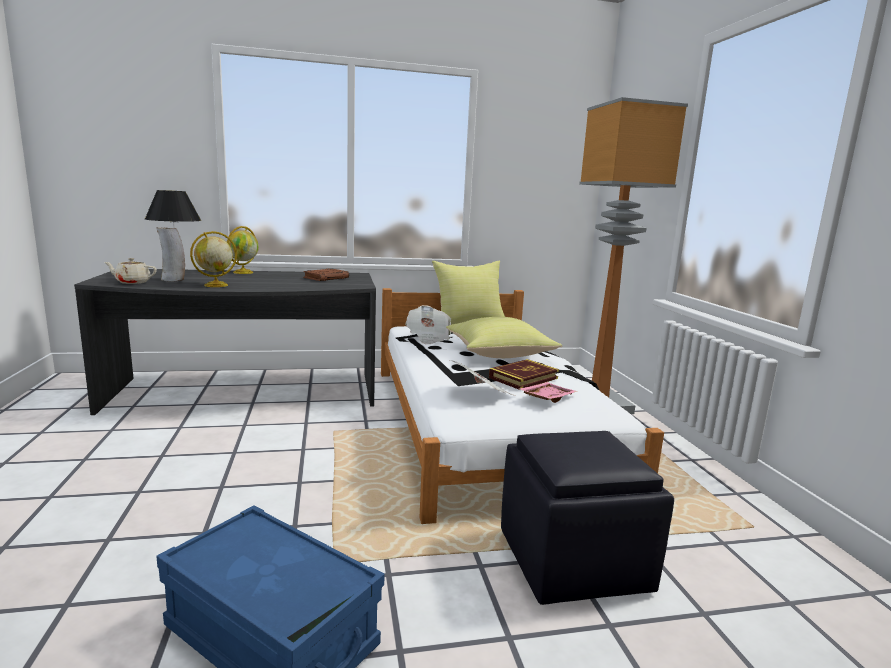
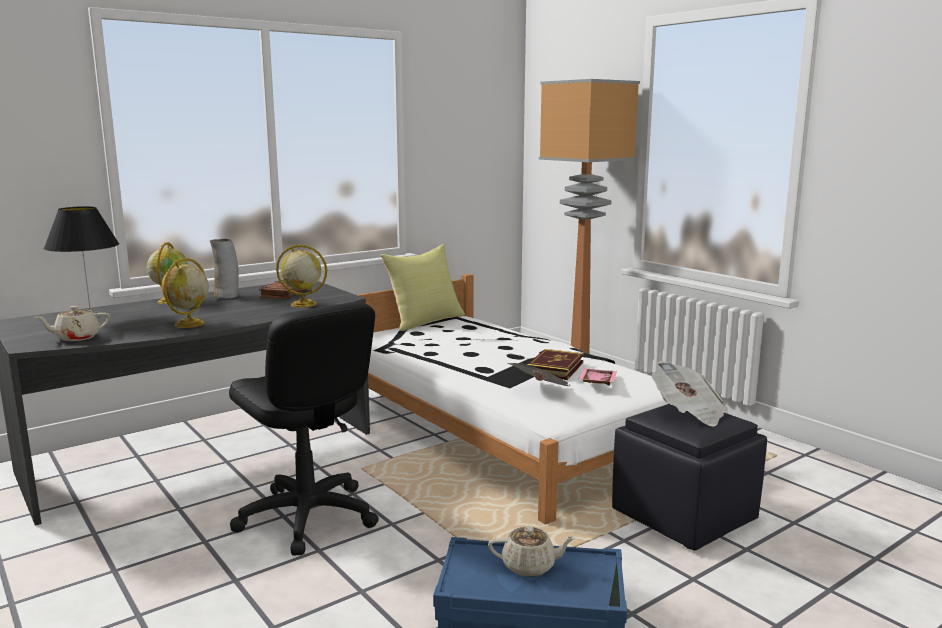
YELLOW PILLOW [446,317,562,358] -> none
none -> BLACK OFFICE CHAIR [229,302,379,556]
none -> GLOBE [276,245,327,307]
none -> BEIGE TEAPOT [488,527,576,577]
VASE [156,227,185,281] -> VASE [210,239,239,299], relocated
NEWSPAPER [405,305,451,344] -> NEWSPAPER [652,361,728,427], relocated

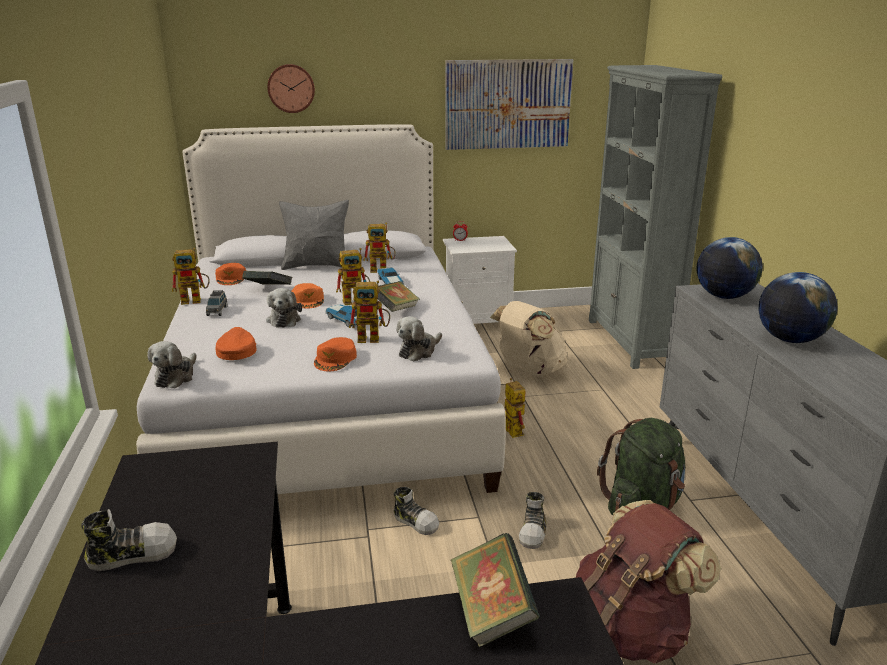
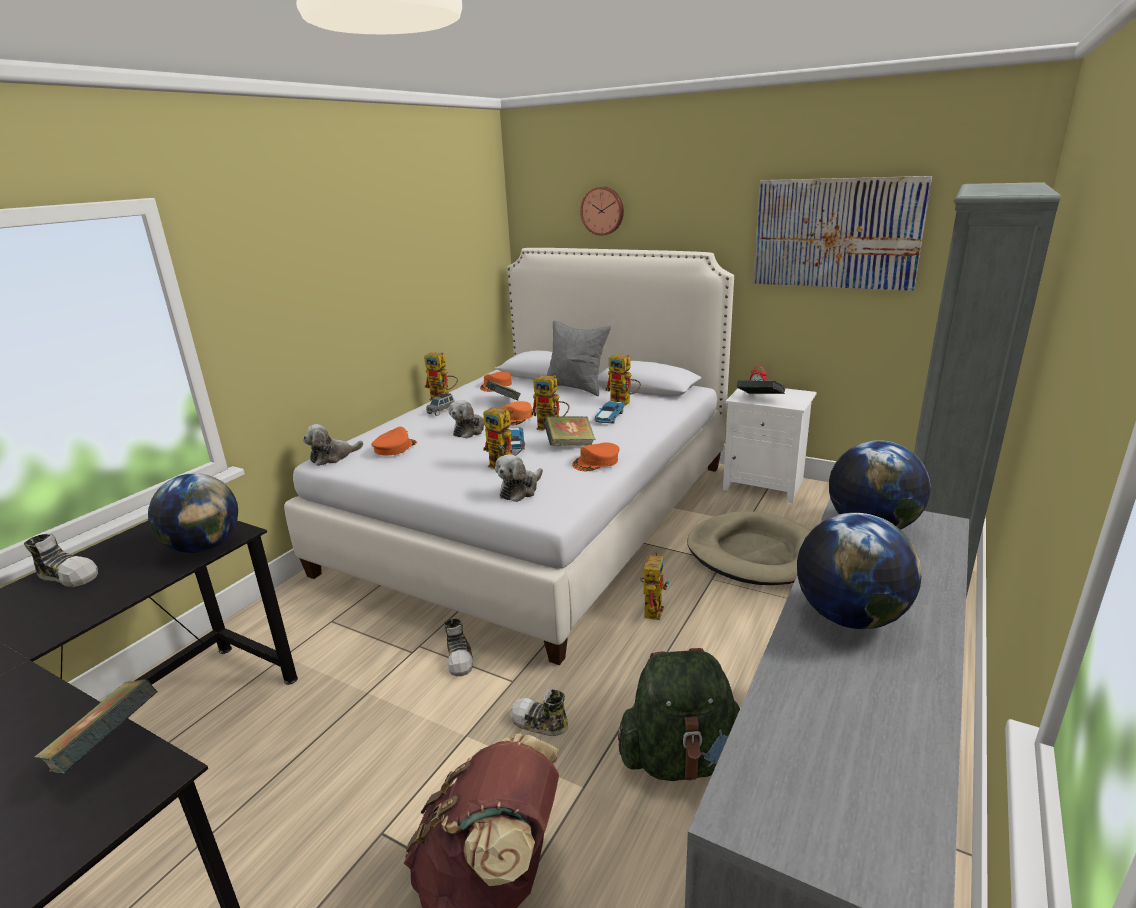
none -> GLOBE [148,473,238,553]
none -> BOOK [737,380,786,394]
ORANGE CAP [314,337,357,371] -> ORANGE CAP [572,442,619,471], relocated
BEIGE BACKPACK [490,301,568,376] -> BEIGE DOG BED [687,511,812,585]
PLUSH TOY [396,316,442,362] -> PLUSH TOY [495,454,543,502], 45 degrees counterclockwise
SHOE [519,492,547,549] -> SHOE [510,689,568,736], 60 degrees clockwise

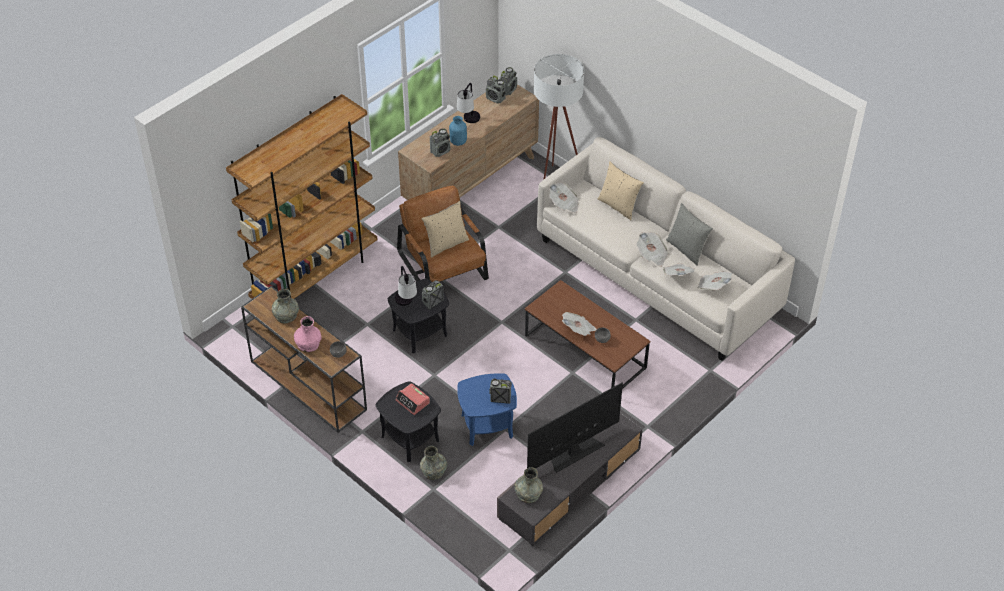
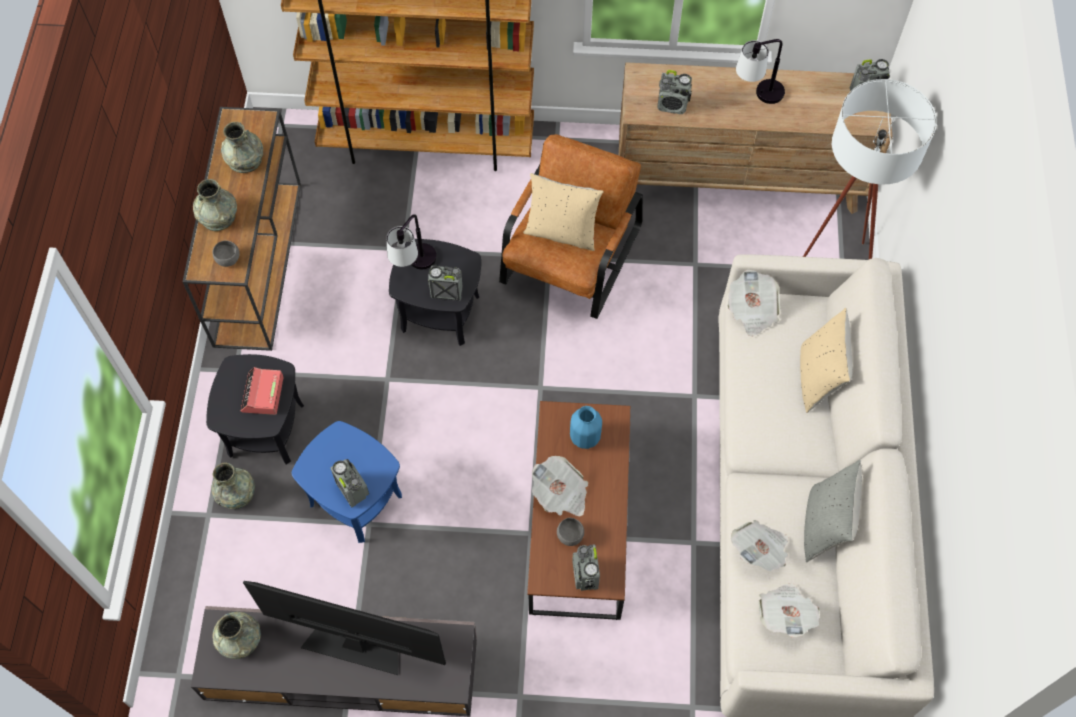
NEWSPAPER [637,232,669,267] -> none
BLUE VASE [449,116,467,146] -> BLUE VASE [570,406,602,449], relocated
RADIO [486,75,506,103] -> RADIO [572,544,600,591], relocated
PINK VASE [294,316,322,352] -> GREY VASE [193,179,237,231]

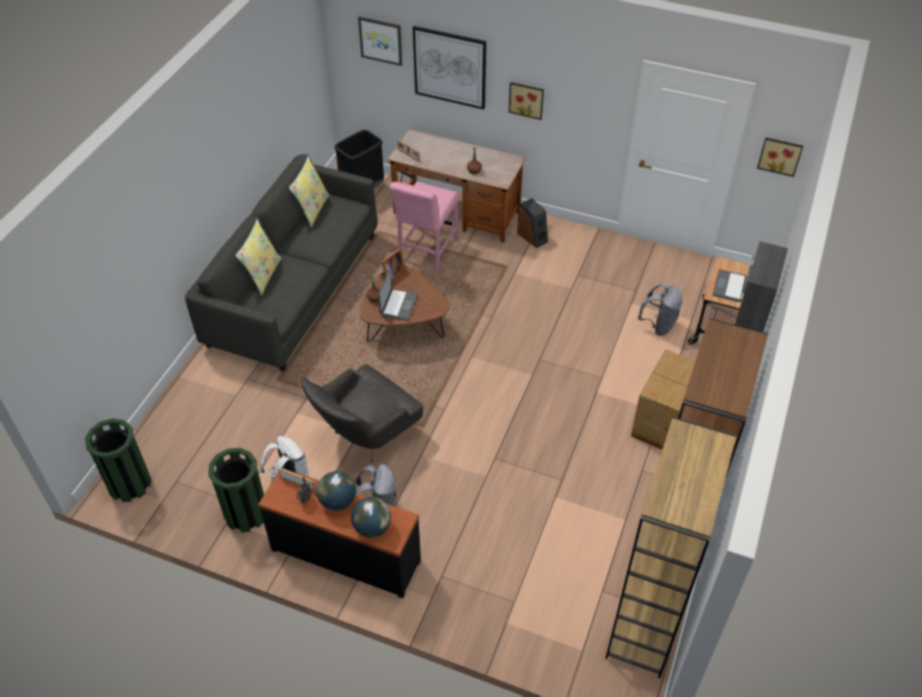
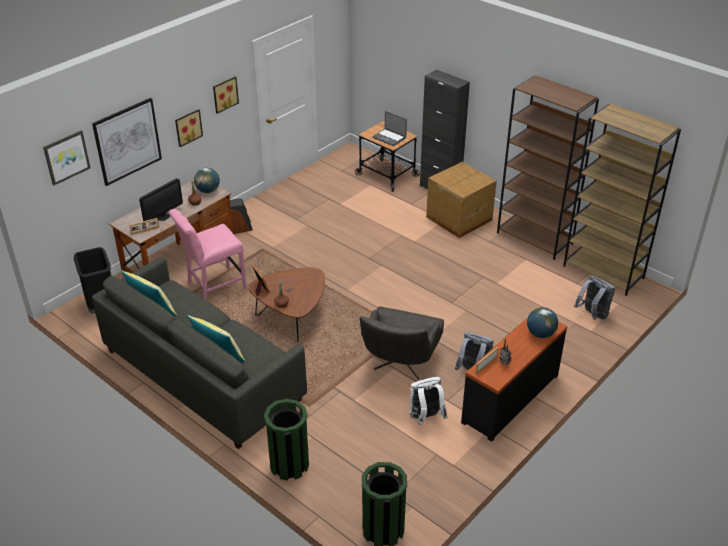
LAPTOP [378,269,418,321] -> none
none -> MONITOR [139,178,183,221]
GREEN TRASH CAN [208,448,264,532] -> GREEN TRASH CAN [264,399,309,481], relocated
GLOBE [317,471,356,511] -> GLOBE [194,168,220,193], relocated
GREY BACKPACK [638,283,682,336] -> GREY BACKPACK [574,276,615,320], relocated
PICTURE [757,138,803,177] -> PICTURE [213,77,239,114], relocated
GREY ARMCHAIR [301,364,423,462] -> GREY ARMCHAIR [360,307,444,379], 45 degrees clockwise
PINK CHAIR [389,182,458,271] -> PINK CHAIR [169,209,247,301], 105 degrees clockwise

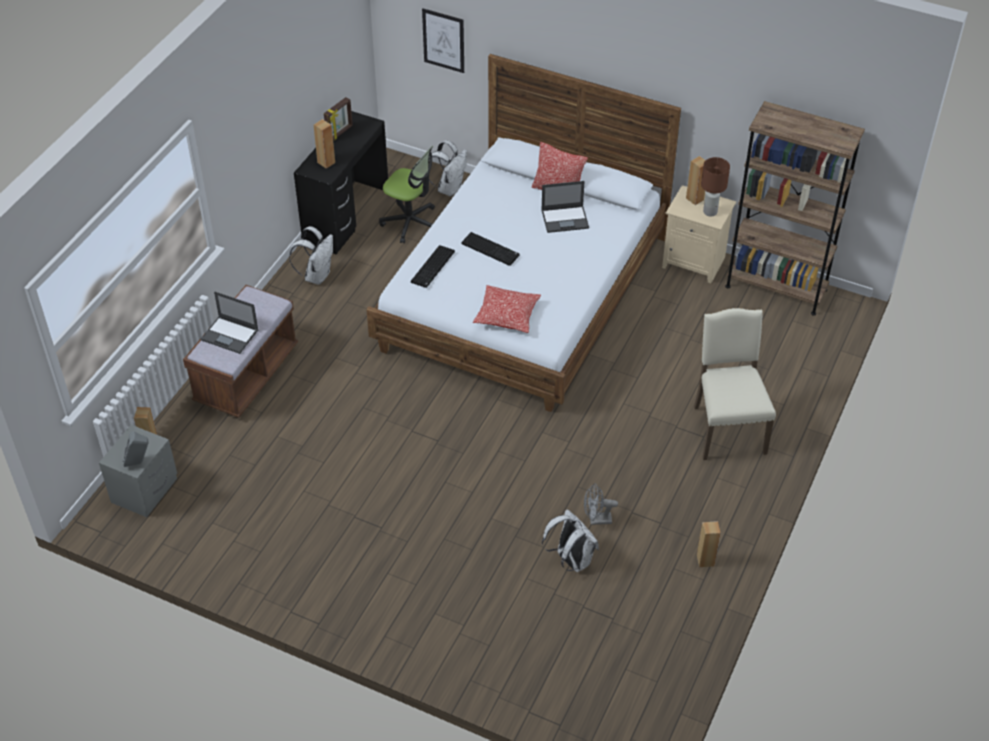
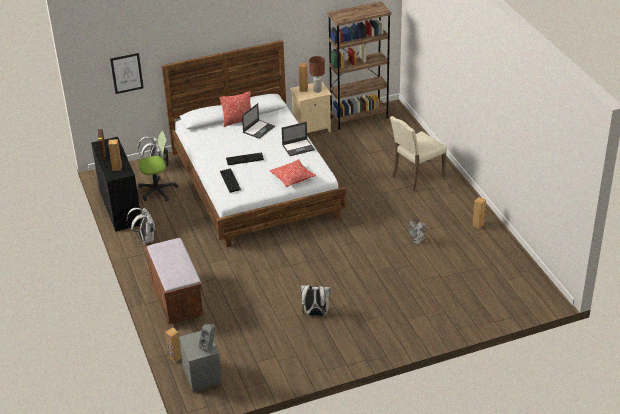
LAPTOP [201,291,259,354] -> LAPTOP [282,122,315,156], relocated
WHITE BACKPACK [542,509,599,572] -> WHITE BACKPACK [300,284,331,316], relocated
BEIGE CHAIR [694,308,776,460] -> BEIGE CHAIR [390,116,447,191], 75 degrees counterclockwise

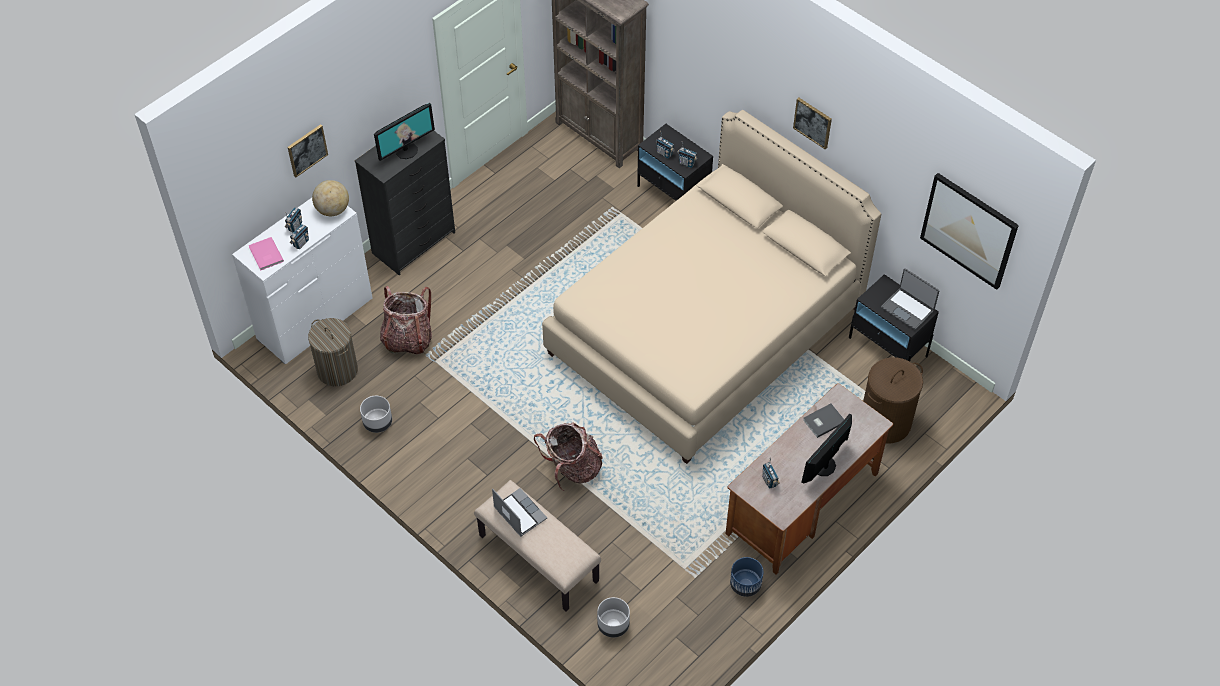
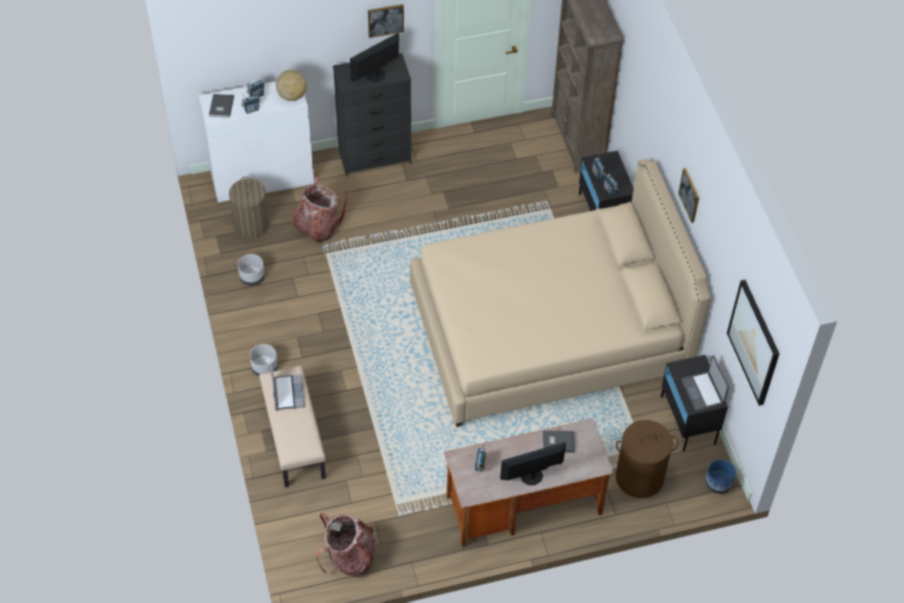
PICTURE [287,124,328,177] -> PICTURE [368,4,404,38], relocated
BACKPACK [534,422,603,491] -> BACKPACK [316,513,375,576], relocated
GREY PLANTER [597,597,630,638] -> GREY PLANTER [250,344,278,376], relocated
BLUE PLANTER [730,557,763,597] -> BLUE PLANTER [705,460,736,494], relocated
PINK BOOK [248,237,284,271] -> GREY BOOK [209,94,234,118]
MONITOR [374,103,435,161] -> MONITOR [350,33,399,82], 150 degrees clockwise

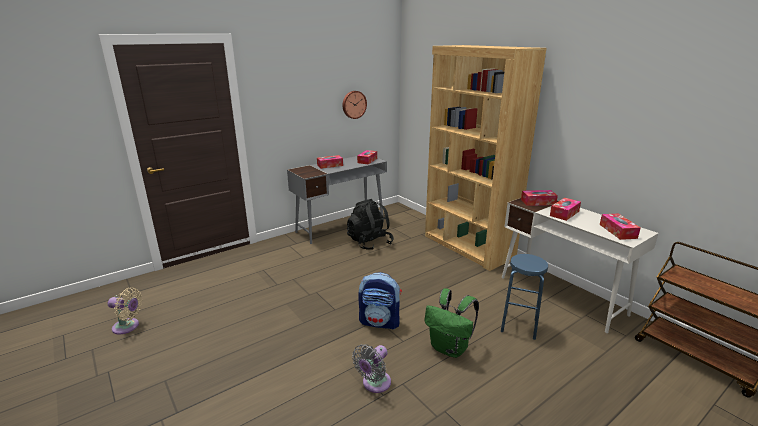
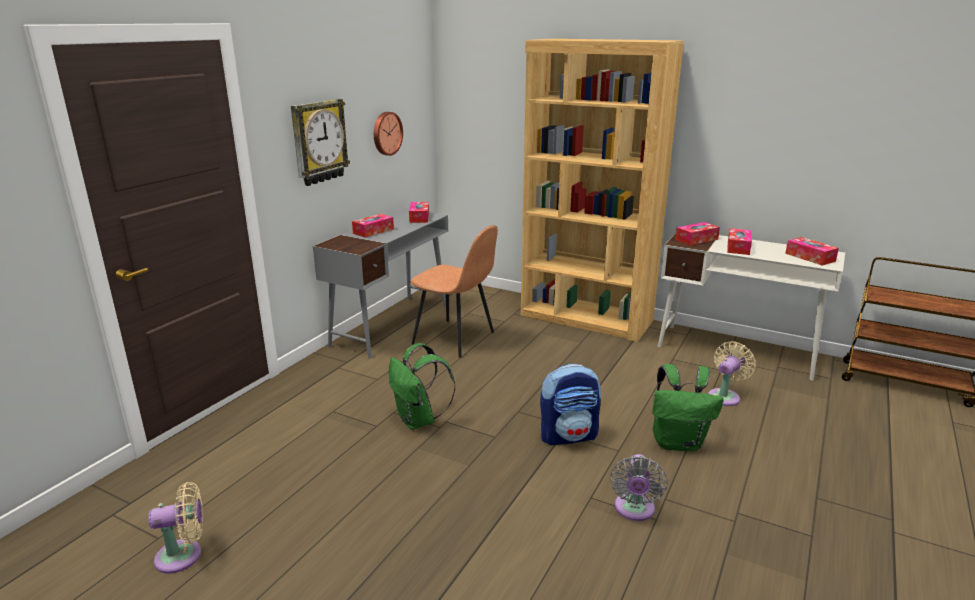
none -> WALL CLOCK [291,99,350,186]
none -> GREEN BACKPACK [389,343,455,430]
BLACK BACKPACK [347,199,394,250] -> BROWN CHAIR [410,225,498,358]
BLUE STOOL [501,254,548,340] -> BEIGE FAN [708,341,756,406]

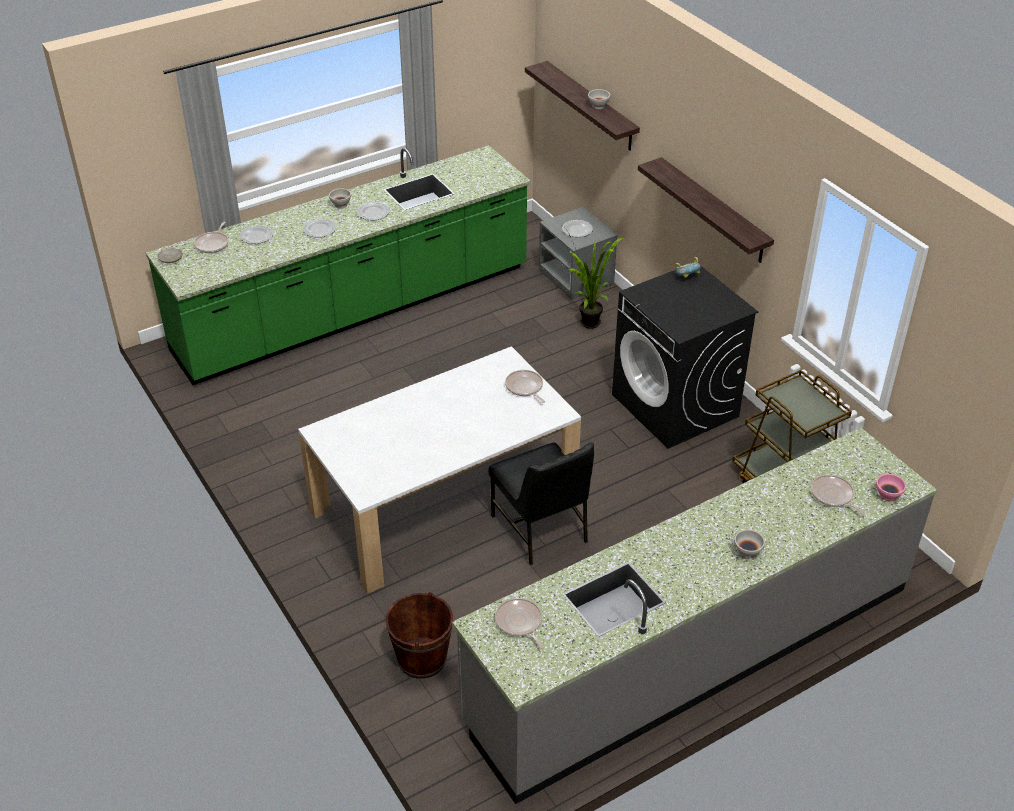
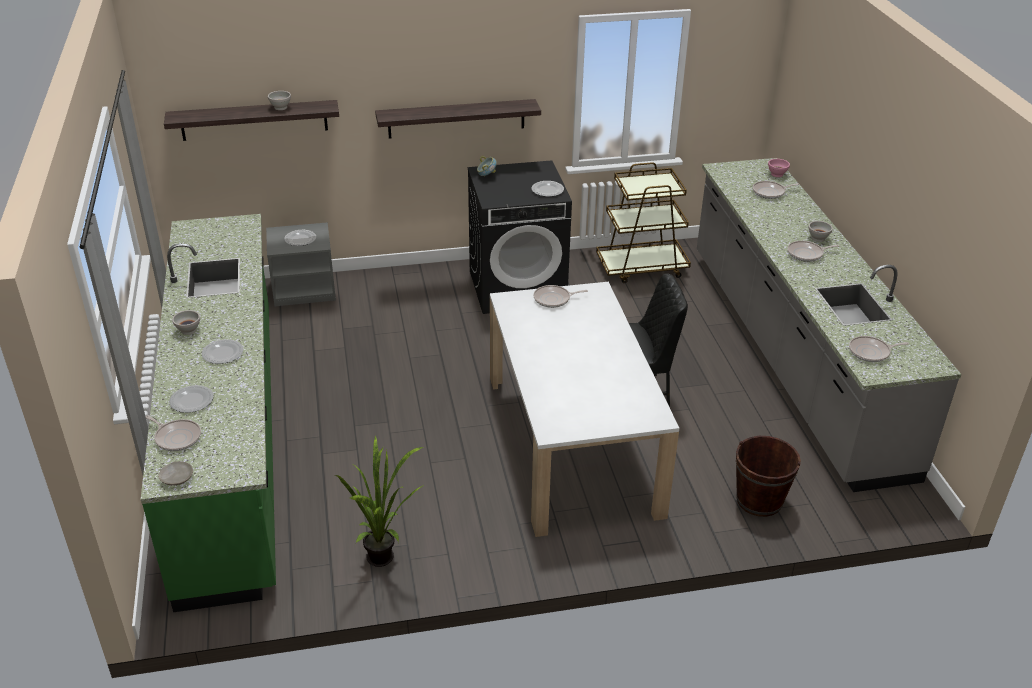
none -> FRYING PAN [787,241,839,262]
PLATE [357,202,390,220] -> PLATE [531,181,564,197], relocated
POTTED PLANT [563,226,625,329] -> POTTED PLANT [335,435,424,567], relocated

